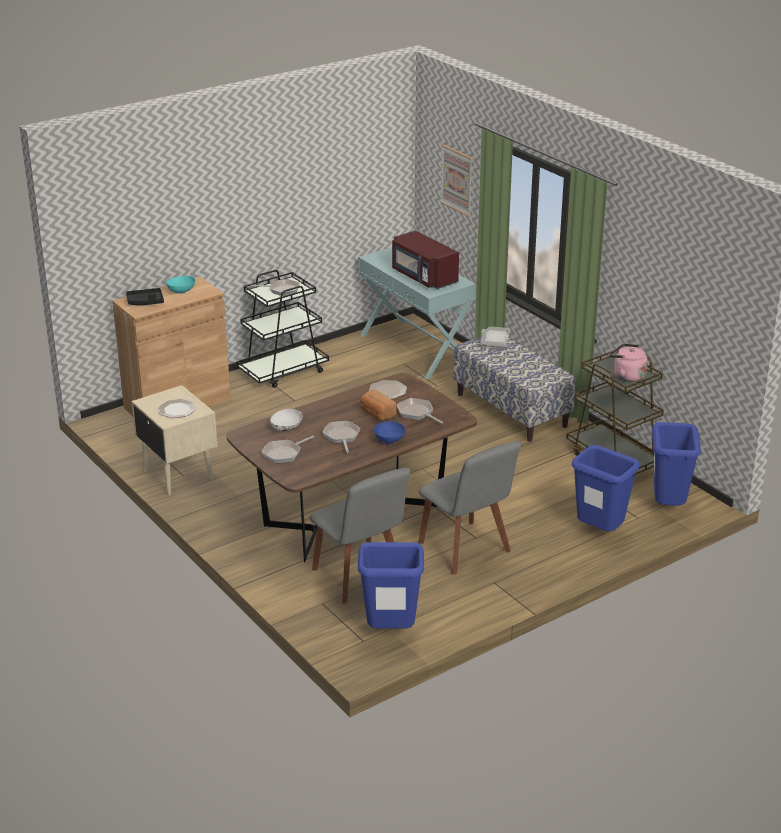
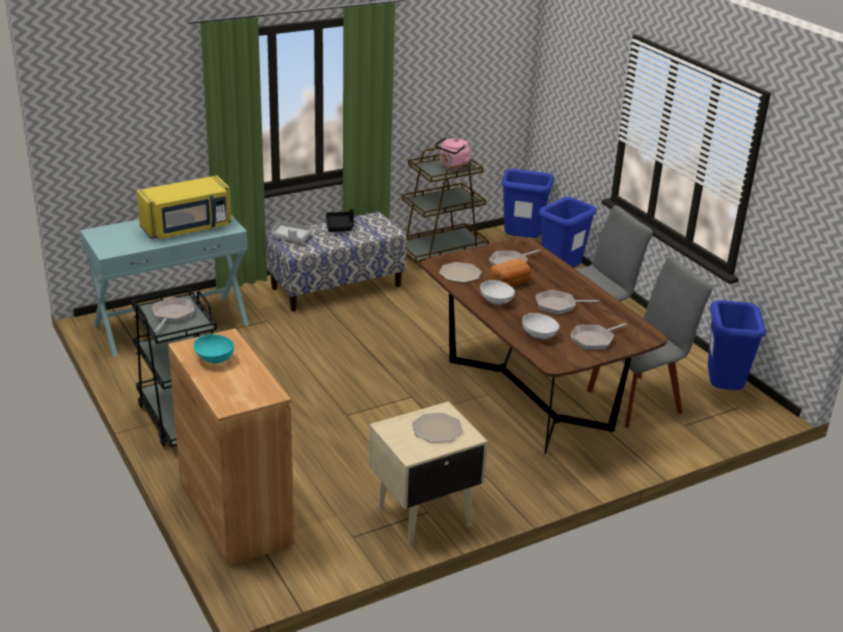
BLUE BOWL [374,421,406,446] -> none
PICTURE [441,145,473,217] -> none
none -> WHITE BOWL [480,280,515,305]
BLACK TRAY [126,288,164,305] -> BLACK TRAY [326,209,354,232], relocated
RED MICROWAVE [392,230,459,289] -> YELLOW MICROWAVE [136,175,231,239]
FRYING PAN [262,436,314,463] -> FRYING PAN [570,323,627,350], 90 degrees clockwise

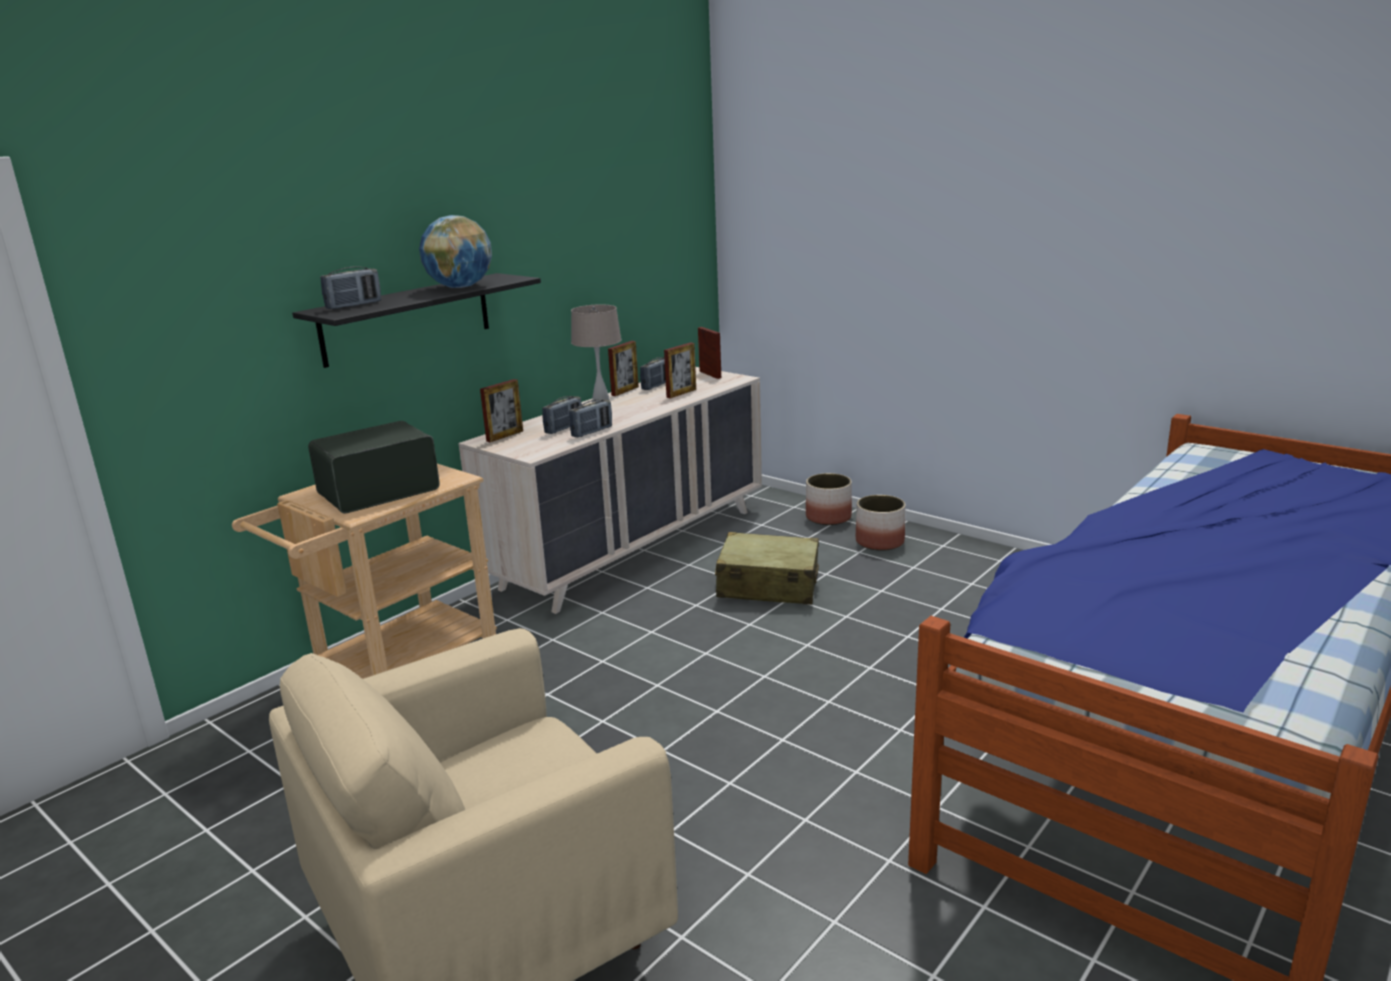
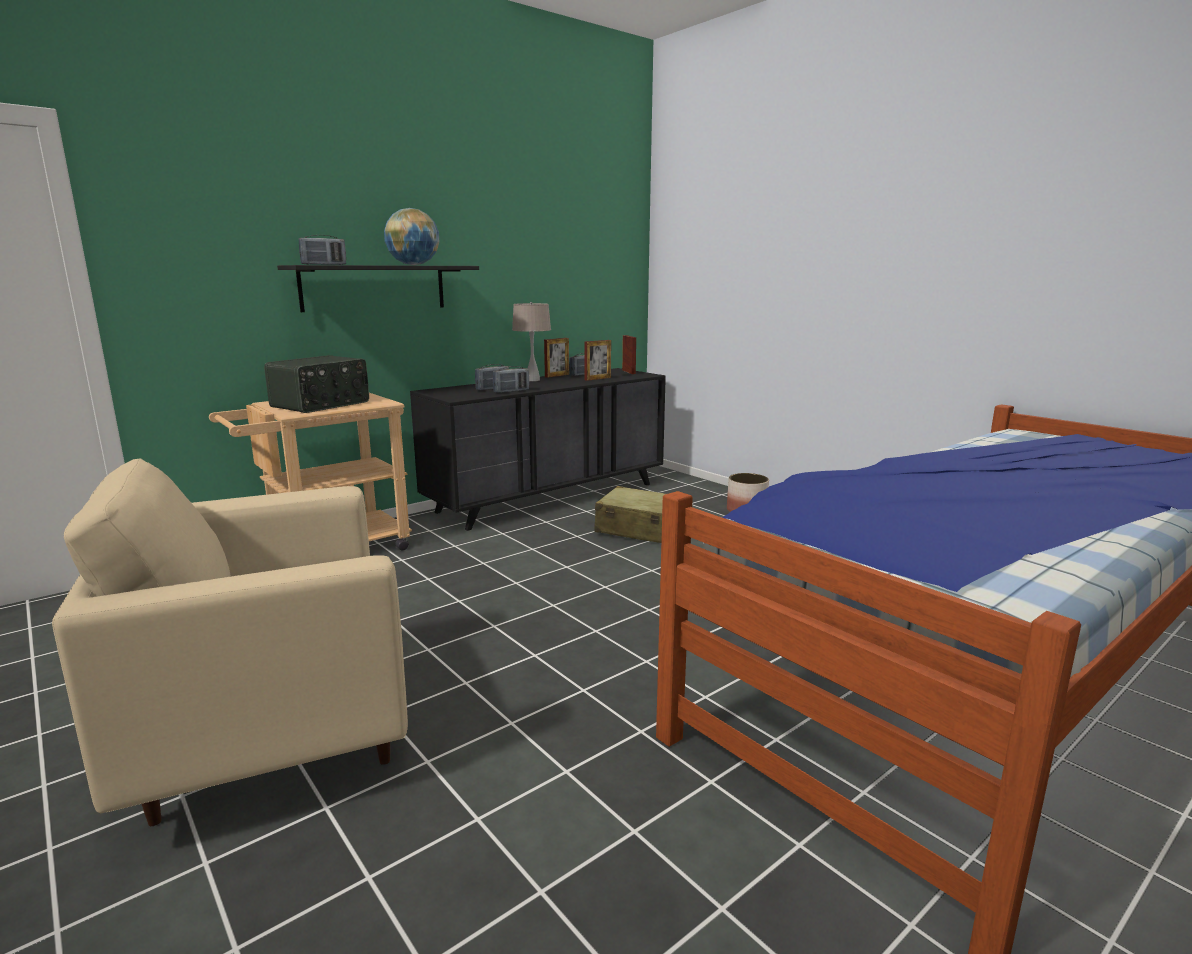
PICTURE FRAME [480,379,523,442] -> none
PLANTER [806,473,852,525] -> none
BEIGE DRESSER [458,367,762,614] -> BLACK DRESSER [410,368,666,531]
RADIO [308,421,440,514] -> RADIO [264,355,369,413], 150 degrees clockwise

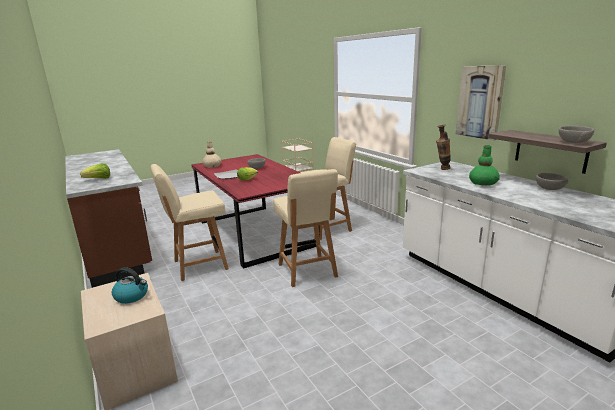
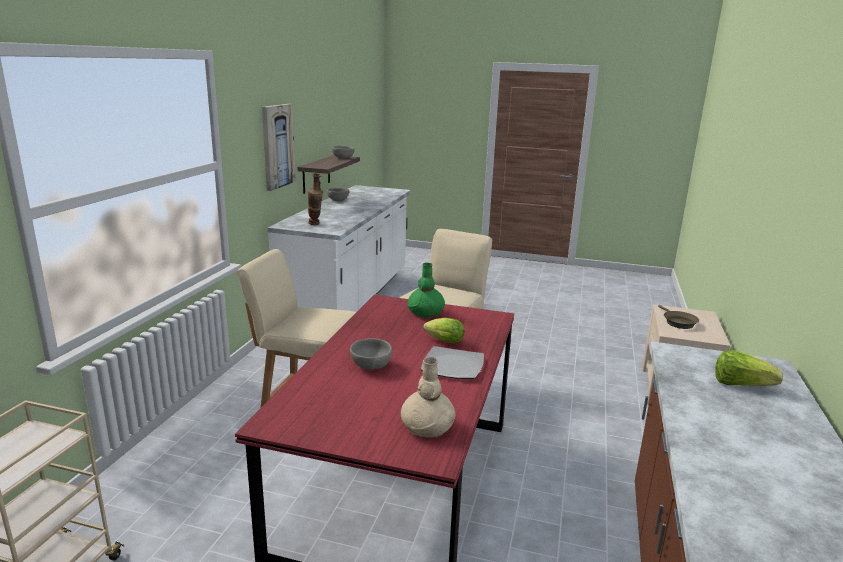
BEIGE CHAIR [151,164,229,281] -> none
GREEN VASE [469,145,500,186] -> GREEN VASE [408,263,445,318], relocated
KETTLE [112,267,148,304] -> BROWN FRYING PAN [658,305,699,329]

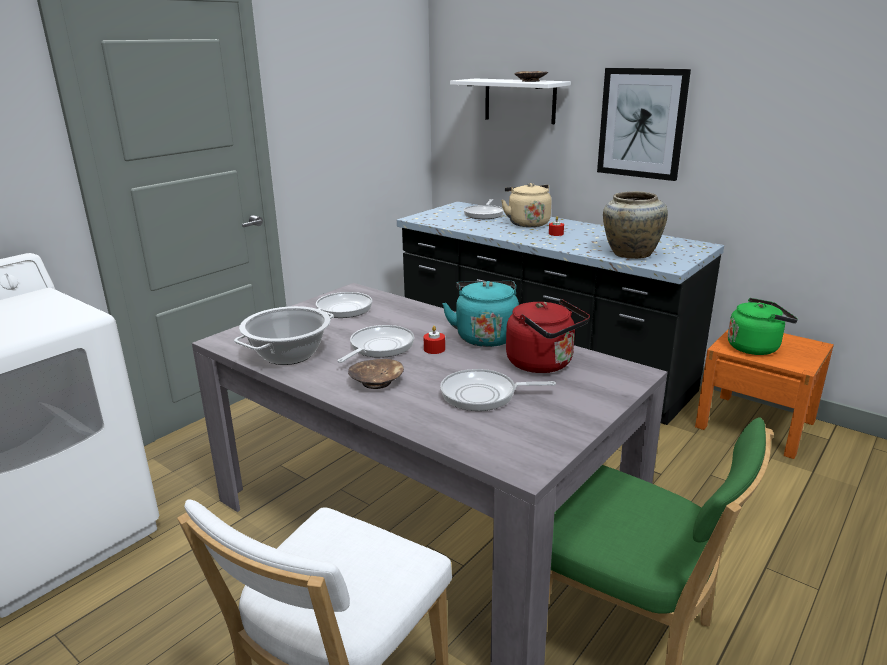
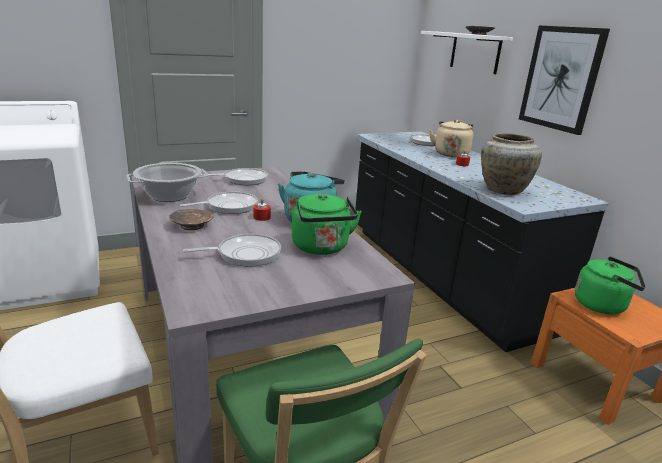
RED KETTLE [506,299,590,373] -> GREEN KETTLE [292,193,362,255]
FRYING PAN [440,369,556,411] -> FRYING PAN [183,234,281,267], 135 degrees clockwise

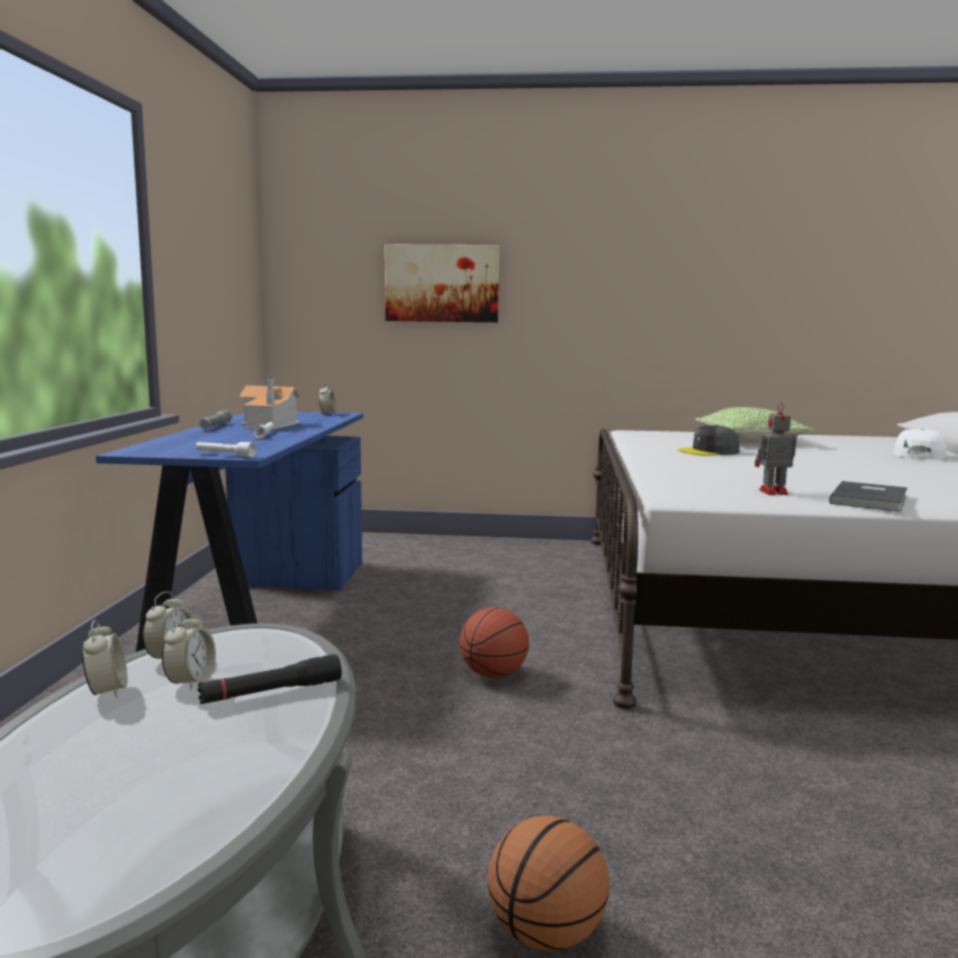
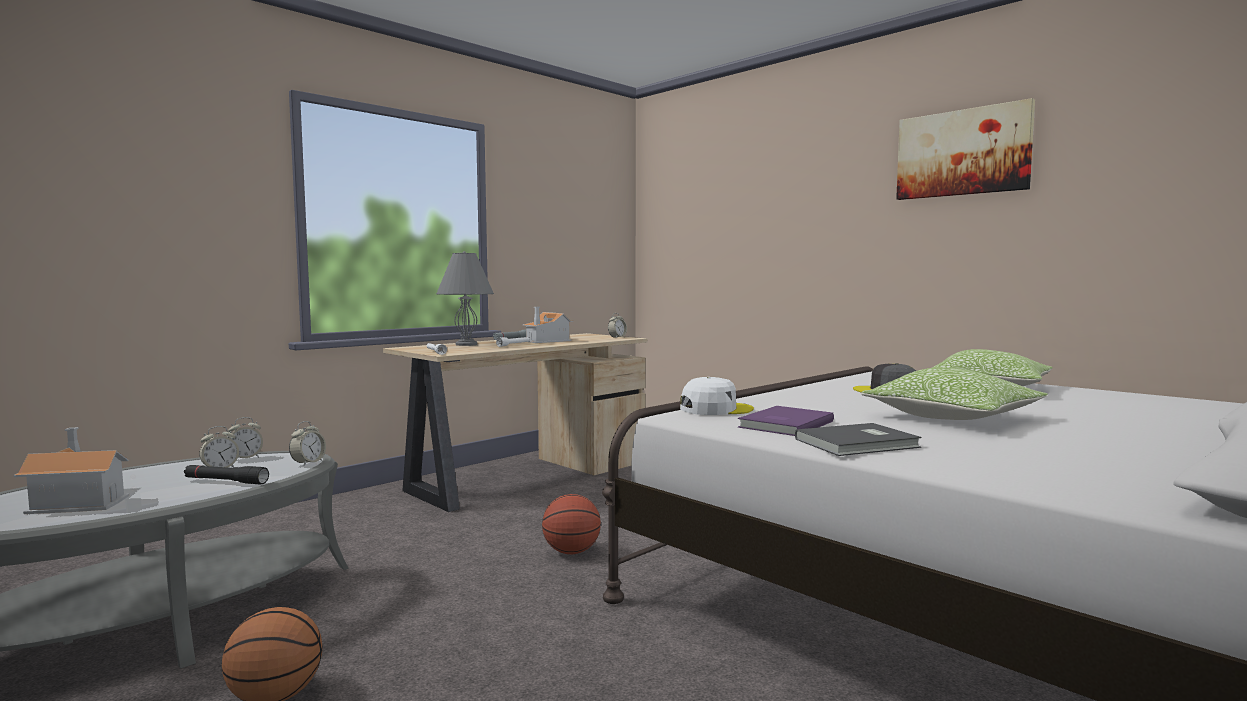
none -> TOY HOUSE [14,427,129,514]
none -> GREY TABLE LAMP [436,251,494,346]
none -> PILLOW [861,367,1048,420]
ALARM CLOCK [82,620,127,698] -> ALARM CLOCK [289,421,326,466], relocated
PICTURE [385,245,499,322] -> PICTURE [896,98,1035,200], relocated
WHITE CAP [894,429,946,459] -> WHITE CAP [680,377,754,415], relocated
TOY ROBOT [755,403,797,495] -> PURPLE BOOK [738,406,834,436]
BLUE DESK [96,412,363,652] -> BEIGE DESK [383,333,647,512]

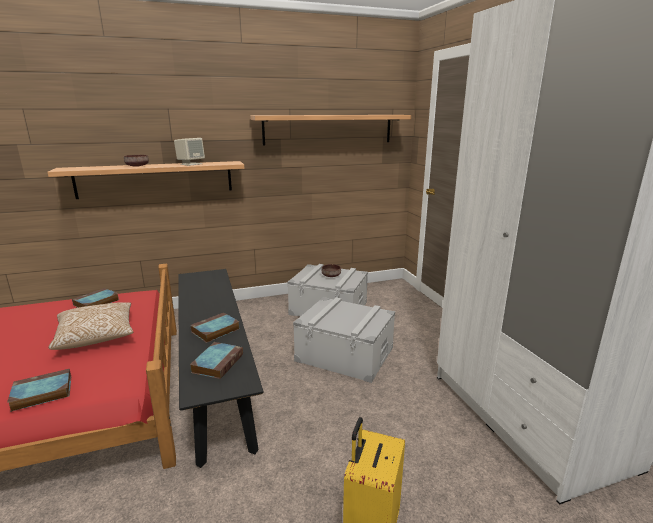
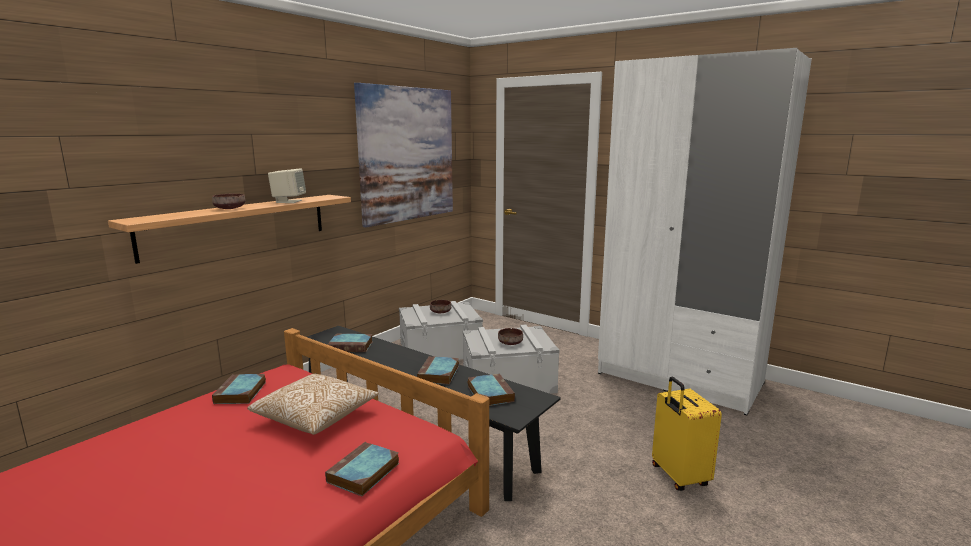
none -> BOOK [327,334,373,352]
none -> BROWN BOWL [498,328,523,345]
SHELF [250,115,411,146] -> PICTURE [354,83,453,227]

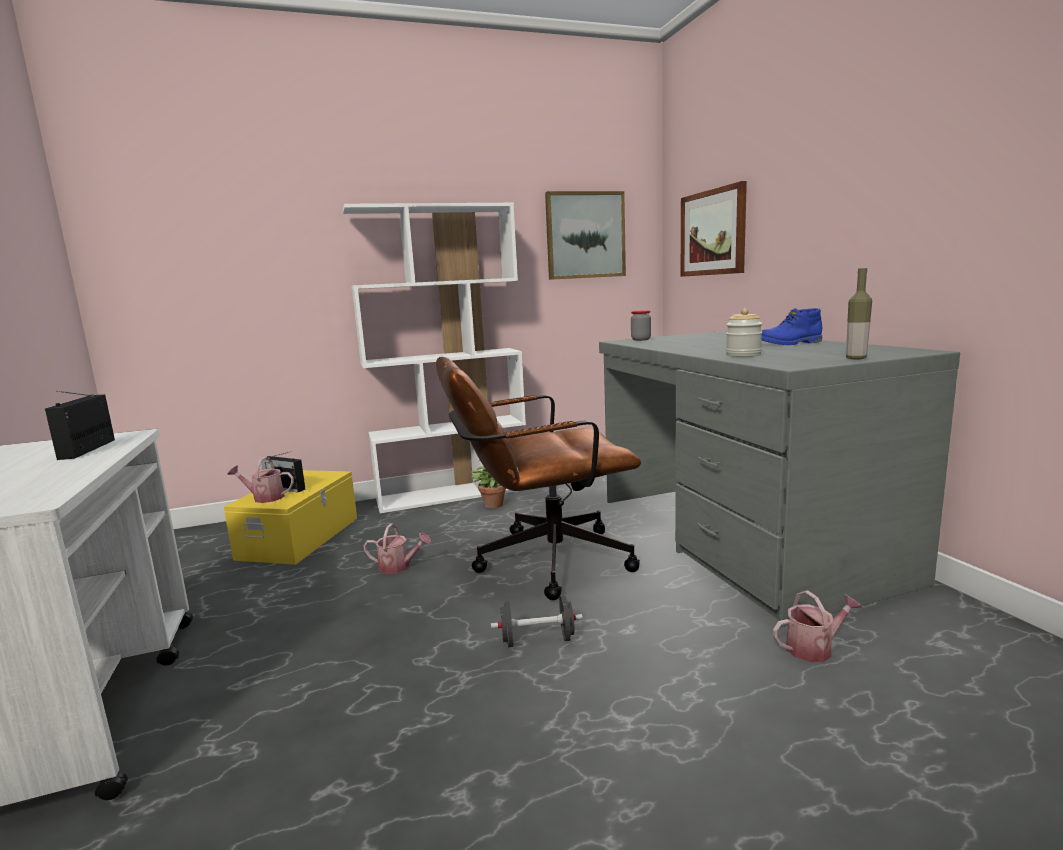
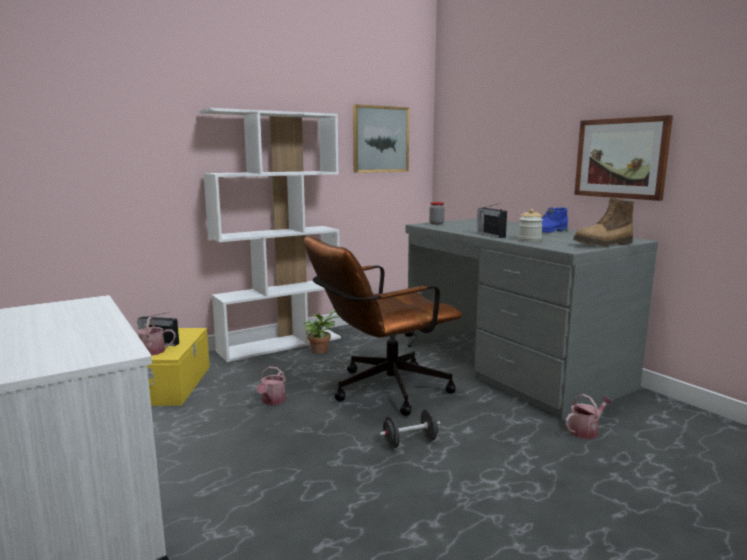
RADIO [45,391,115,460] -> RADIO [477,204,507,238], relocated
PICTURE [681,181,747,277] -> PICTURE [574,115,673,201], relocated
BOTTLE [846,268,872,359] -> BOOT [573,198,634,247]
WATERING CAN [363,523,431,574] -> WATERING CAN [257,367,286,405], 105 degrees clockwise

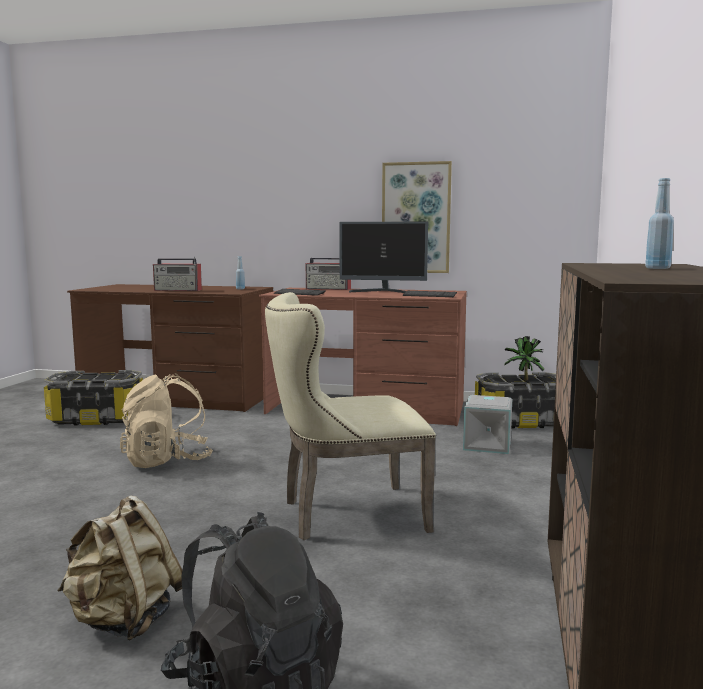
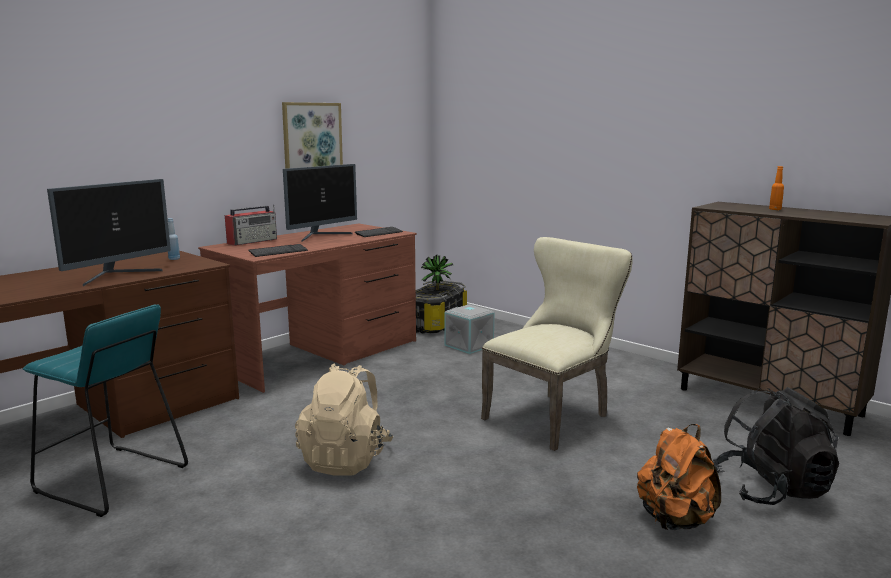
STORAGE BOX [44,370,143,426] -> TURQUOISE STOOL [23,304,188,517]
RADIO [153,257,202,291] -> MONITOR [47,179,171,286]
BEIGE BACKPACK [58,496,182,641] -> ORANGE BACKPACK [637,424,721,530]
BLUE BOTTLE [645,178,674,269] -> ORANGE BOTTLE [769,166,784,210]
BEIGE CHAIR [265,292,436,540] -> BEIGE CHAIR [481,237,633,451], 150 degrees counterclockwise

